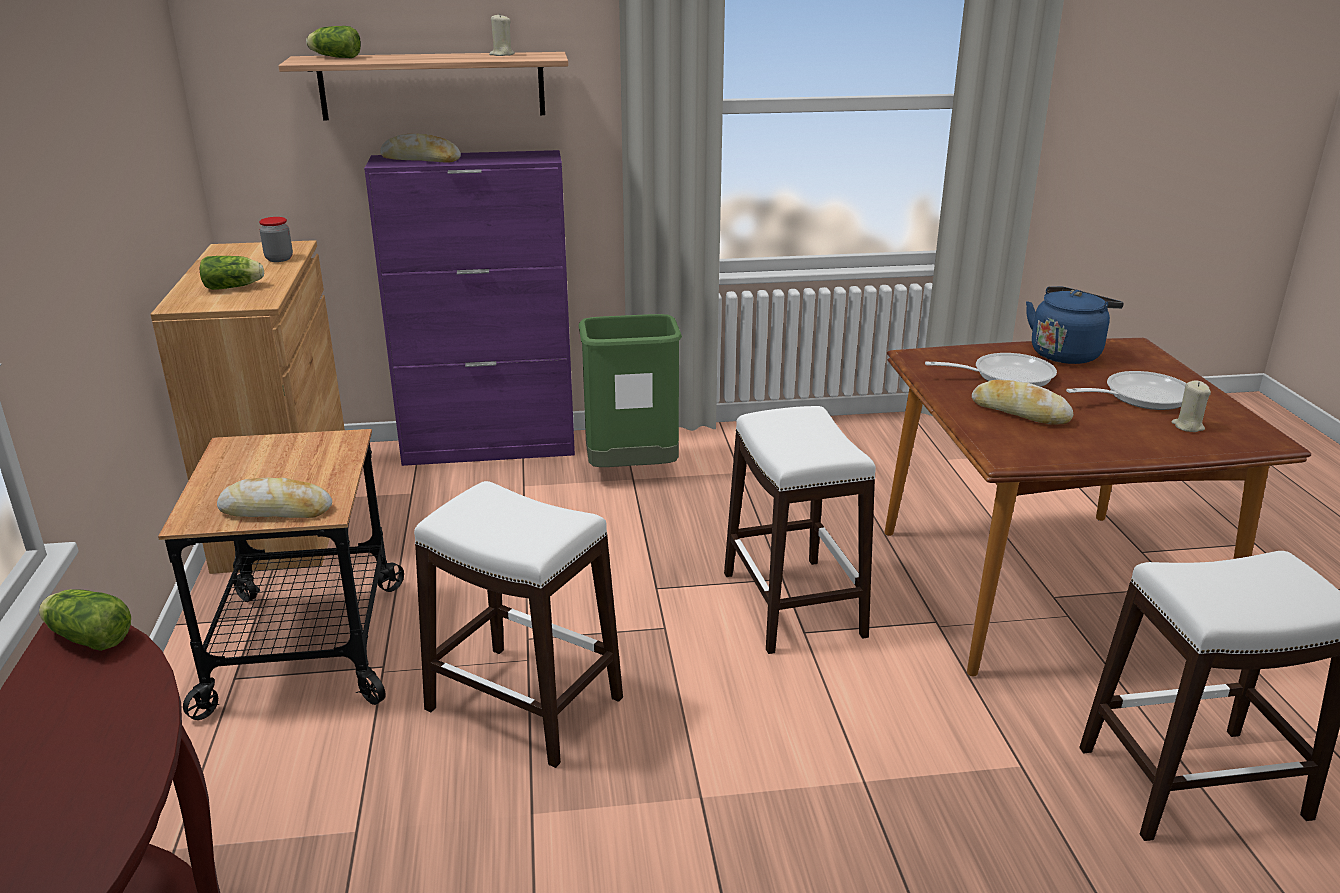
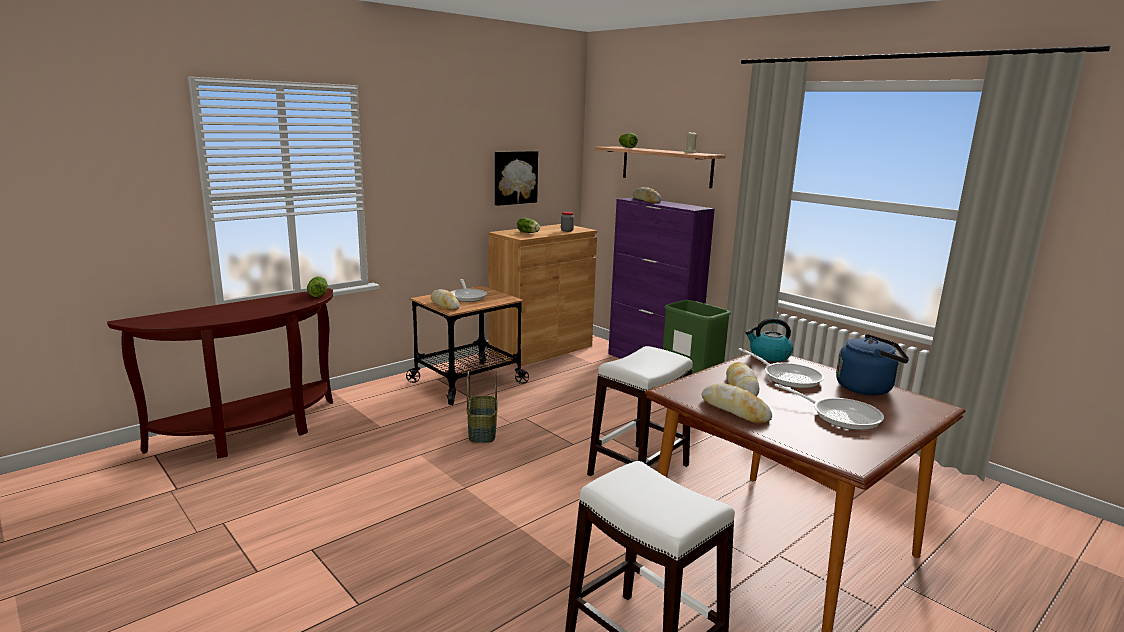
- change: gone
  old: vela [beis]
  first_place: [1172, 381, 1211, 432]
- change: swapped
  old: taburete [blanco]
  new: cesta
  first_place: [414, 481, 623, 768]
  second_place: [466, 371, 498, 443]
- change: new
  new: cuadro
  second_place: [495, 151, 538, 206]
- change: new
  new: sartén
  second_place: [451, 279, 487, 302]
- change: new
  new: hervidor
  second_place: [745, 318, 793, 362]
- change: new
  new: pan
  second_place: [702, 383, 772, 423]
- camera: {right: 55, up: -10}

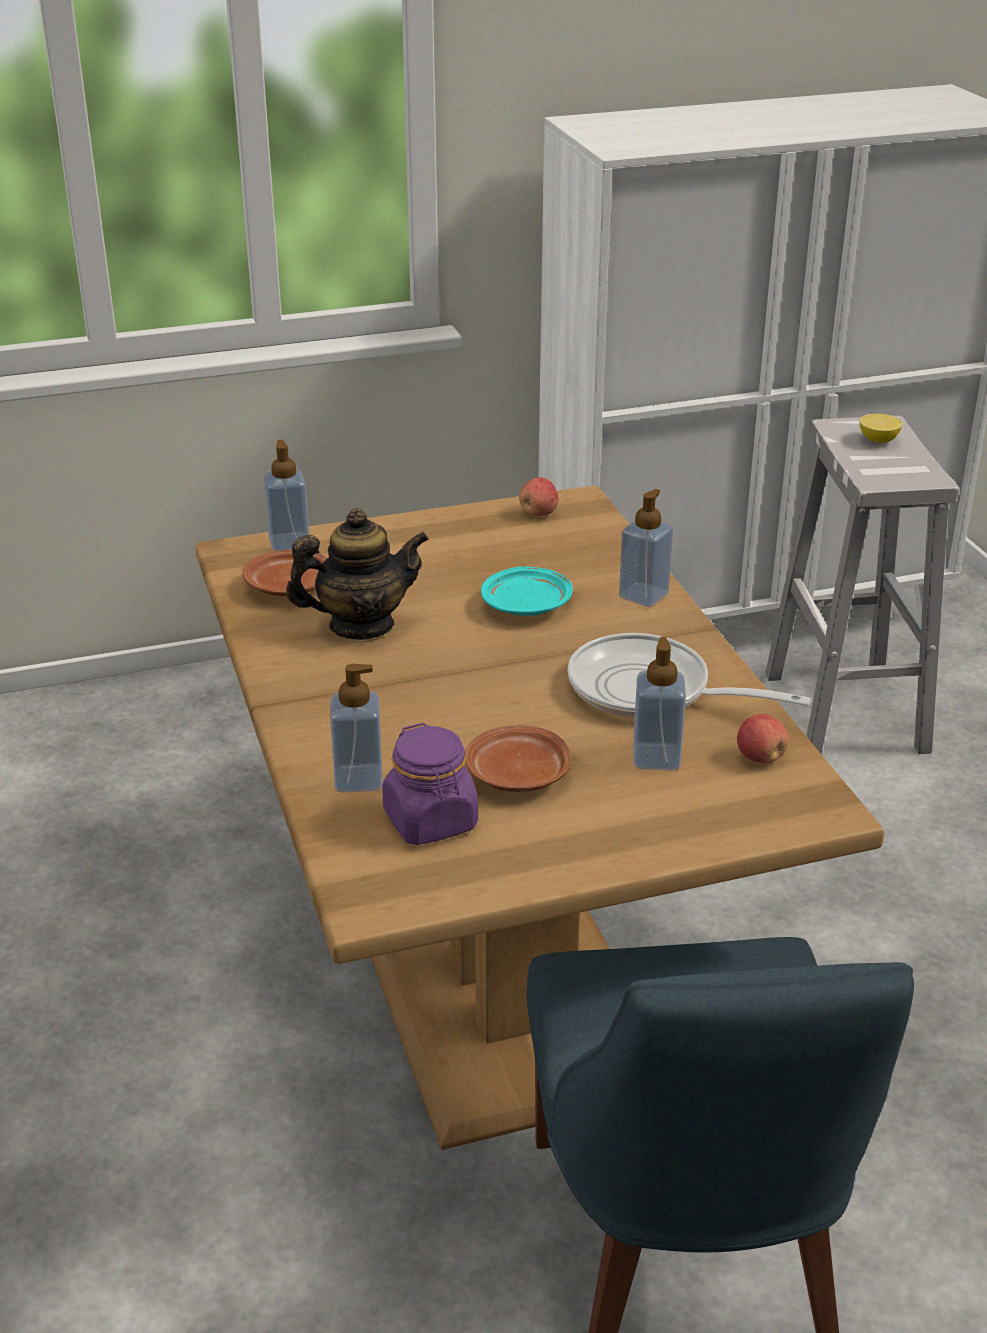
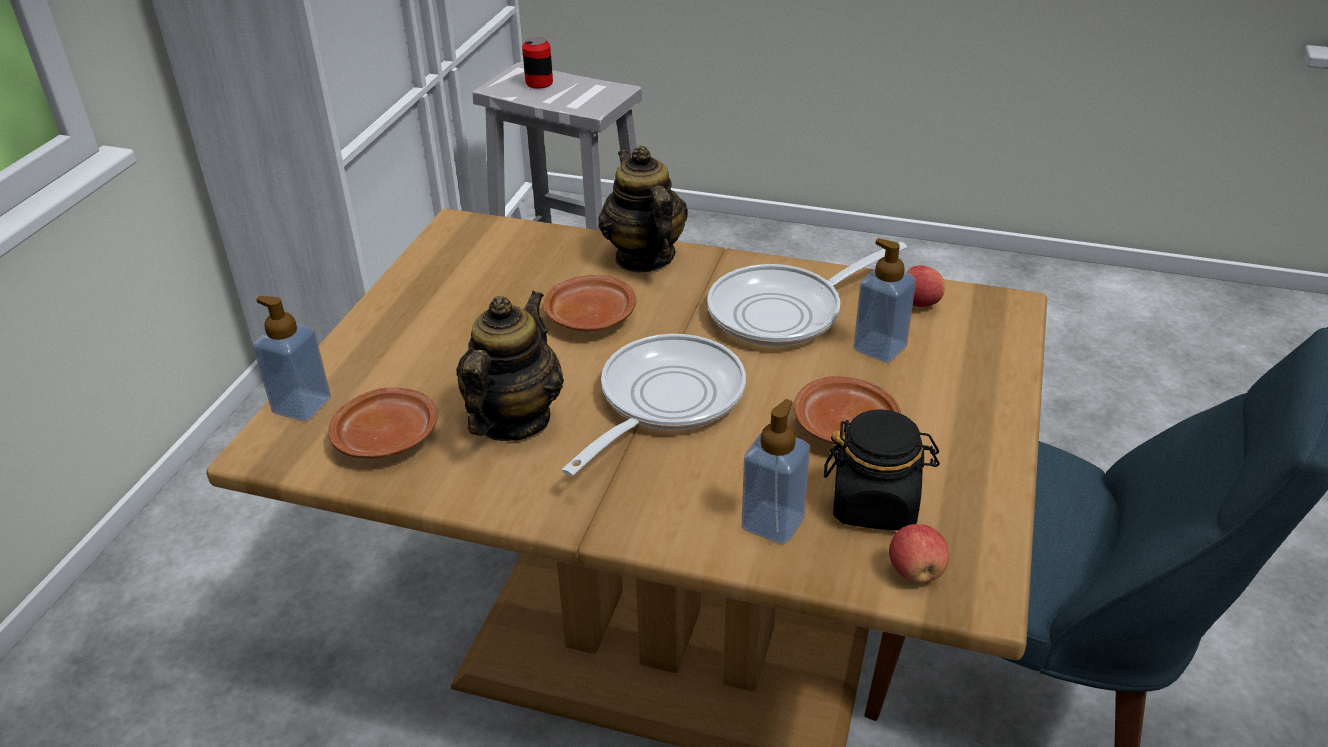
- change: swapped
  old: limón
  new: lata
  first_place: [859, 414, 902, 443]
  second_place: [522, 37, 553, 89]
- change: shifted
  old: manzana
  first_place: [519, 477, 559, 516]
  second_place: [889, 524, 949, 583]
- change: swapped
  old: dispensador de jabón
  new: tetera
  first_place: [619, 489, 673, 607]
  second_place: [599, 146, 688, 272]
- change: repainted
  old: plato [turquesa]
  new: plato [marrón]
  first_place: [481, 566, 573, 616]
  second_place: [544, 275, 636, 331]
- change: repainted
  old: tarro [morado]
  new: tarro [negro]
  first_place: [382, 723, 478, 845]
  second_place: [824, 409, 940, 530]
- change: new
  new: sartén
  second_place: [562, 334, 746, 476]
- camera: {right: -55, up: 5}

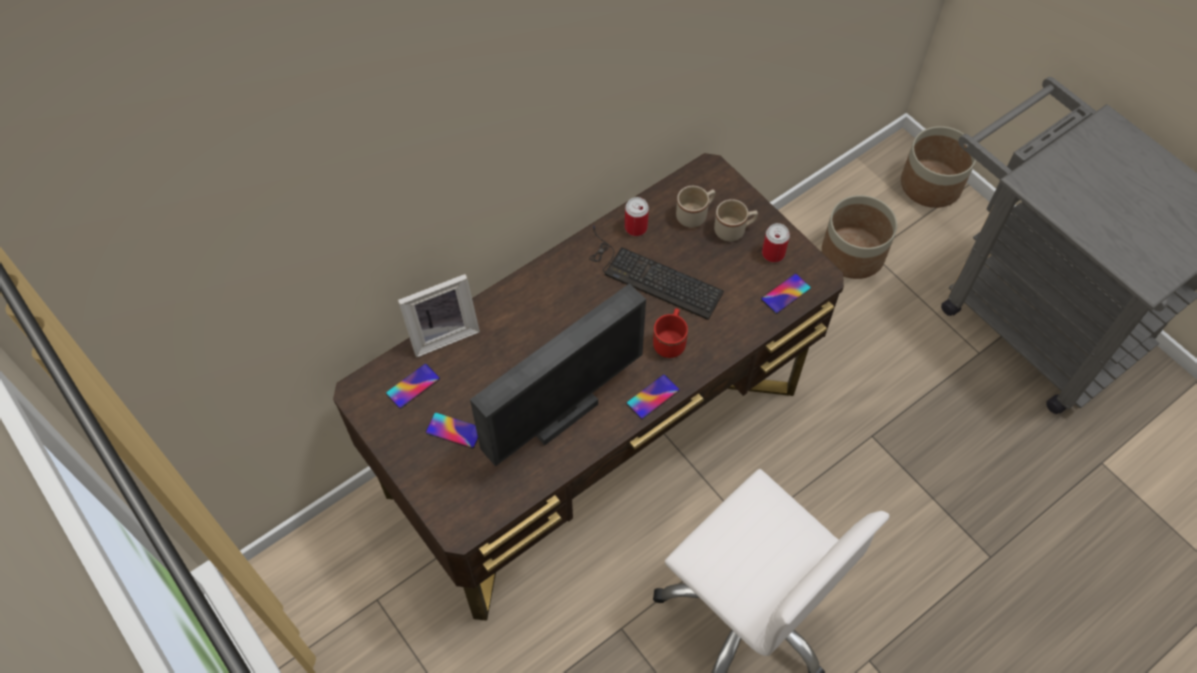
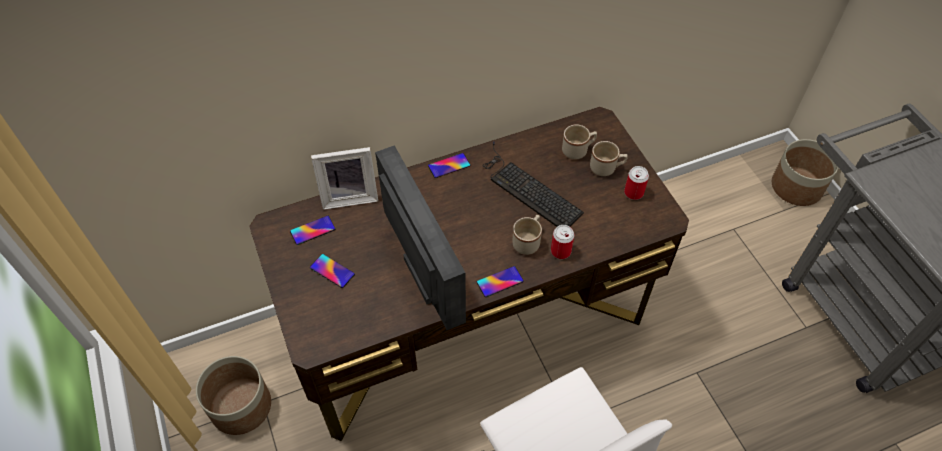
- change: shifted
  old: maceta
  first_place: [822, 195, 897, 279]
  second_place: [196, 356, 271, 435]
- change: shifted
  old: lata
  first_place: [625, 197, 649, 236]
  second_place: [551, 225, 574, 259]
- change: shifted
  old: móvil
  first_place: [761, 273, 811, 314]
  second_place: [428, 153, 470, 178]
- change: rotated
  old: monitor
  first_place: [470, 283, 646, 467]
  second_place: [375, 145, 466, 330]
  degrees: -90
- change: repainted
  old: taza grande [rojo]
  new: taza grande [beis]
  first_place: [653, 308, 688, 358]
  second_place: [513, 215, 542, 255]
- camera: {right: 15, up: -5}

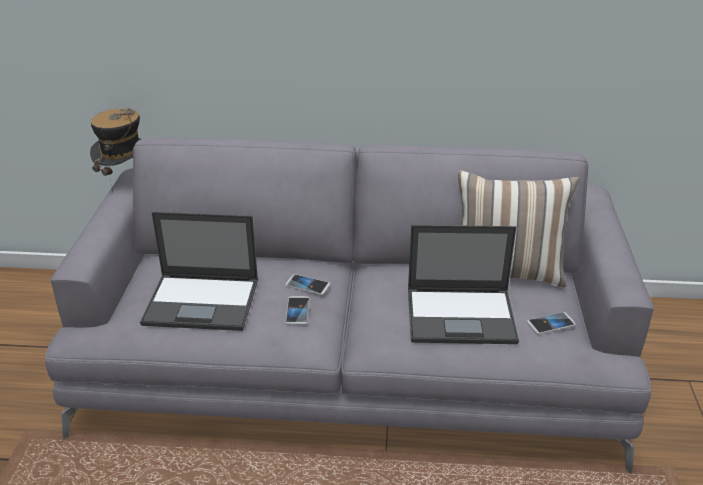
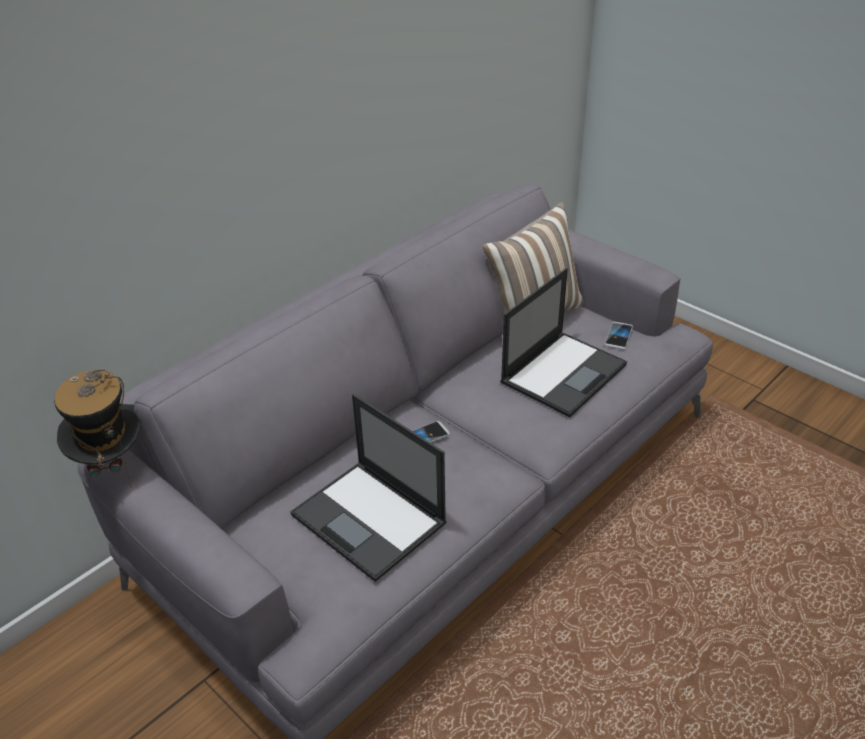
- change: rotated
  old: portátil
  first_place: [140, 212, 258, 331]
  second_place: [290, 394, 447, 582]
  degrees: 90
- change: gone
  old: móvil
  first_place: [285, 296, 309, 325]
- camera: {right: -50, up: 5}

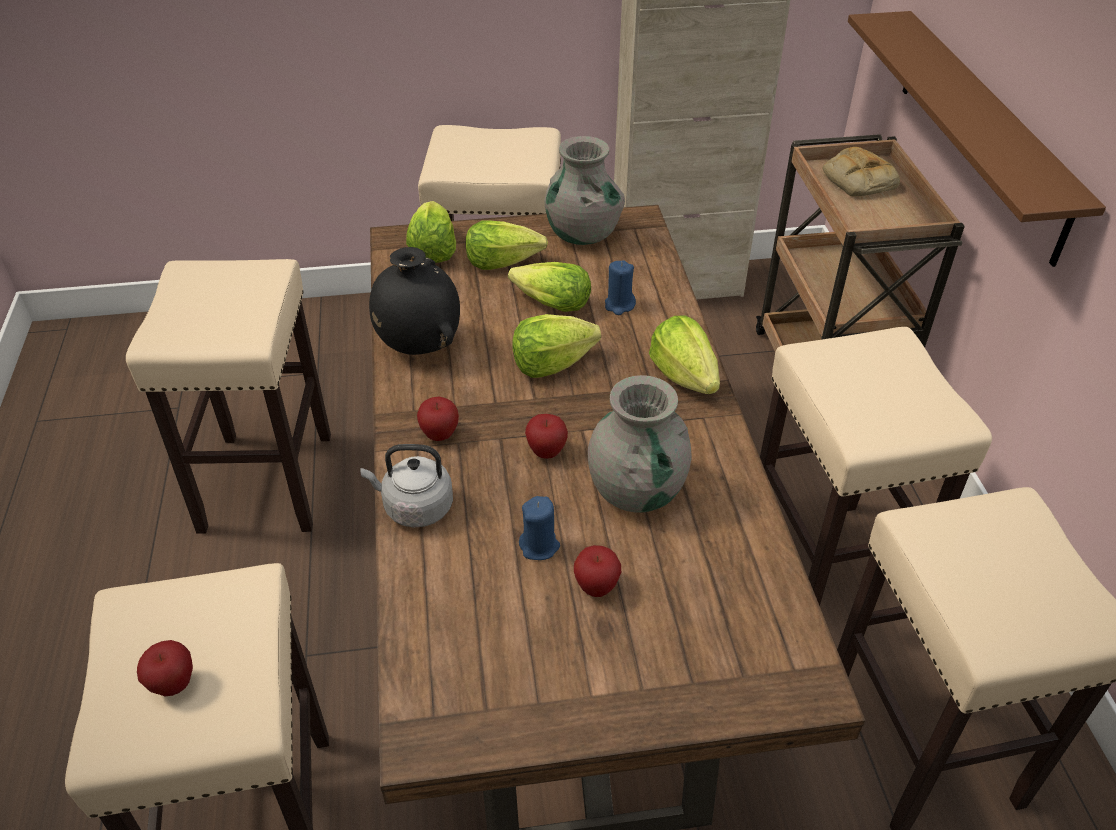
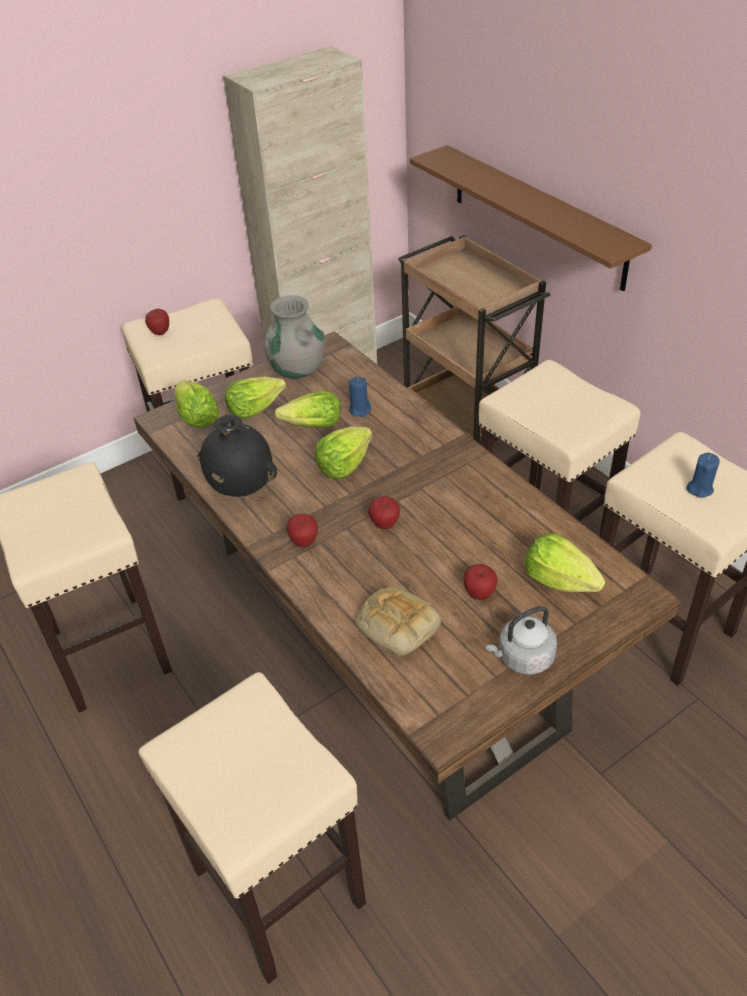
- change: shifted
  old: pan
  first_place: [822, 147, 900, 197]
  second_place: [355, 586, 441, 656]
- change: shifted
  old: lechuga
  first_place: [649, 315, 720, 394]
  second_place: [524, 533, 606, 592]
- change: gone
  old: florero [gris]
  first_place: [588, 375, 692, 513]
- change: shifted
  old: hervidor [gris]
  first_place: [360, 444, 453, 527]
  second_place: [486, 606, 557, 675]
- change: shifted
  old: vela [azul]
  first_place: [519, 496, 560, 560]
  second_place: [687, 452, 720, 498]
- change: shifted
  old: manzana
  first_place: [137, 640, 193, 696]
  second_place: [145, 309, 169, 335]
- camera: {right: -25, up: 0}

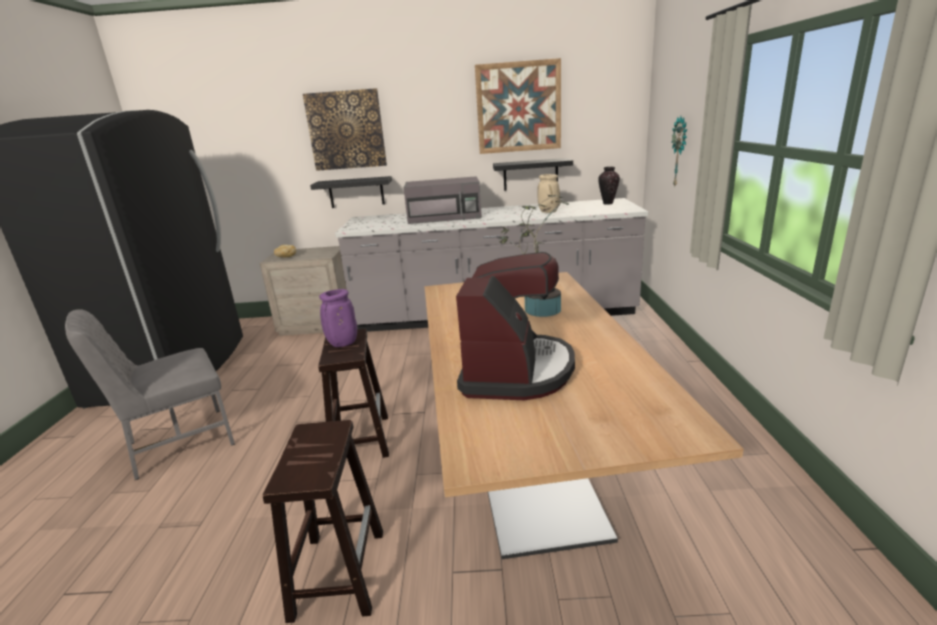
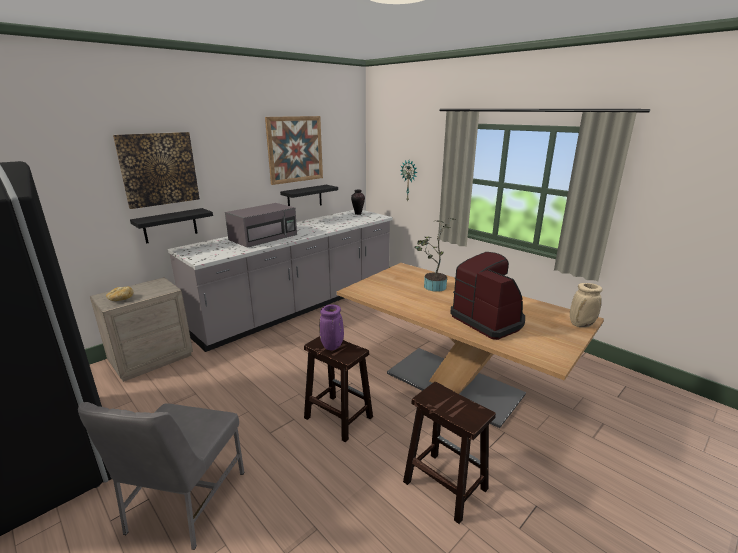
- change: shifted
  old: florero [beis]
  first_place: [537, 174, 560, 213]
  second_place: [570, 283, 603, 328]
- camera: {right: -45, up: 0}

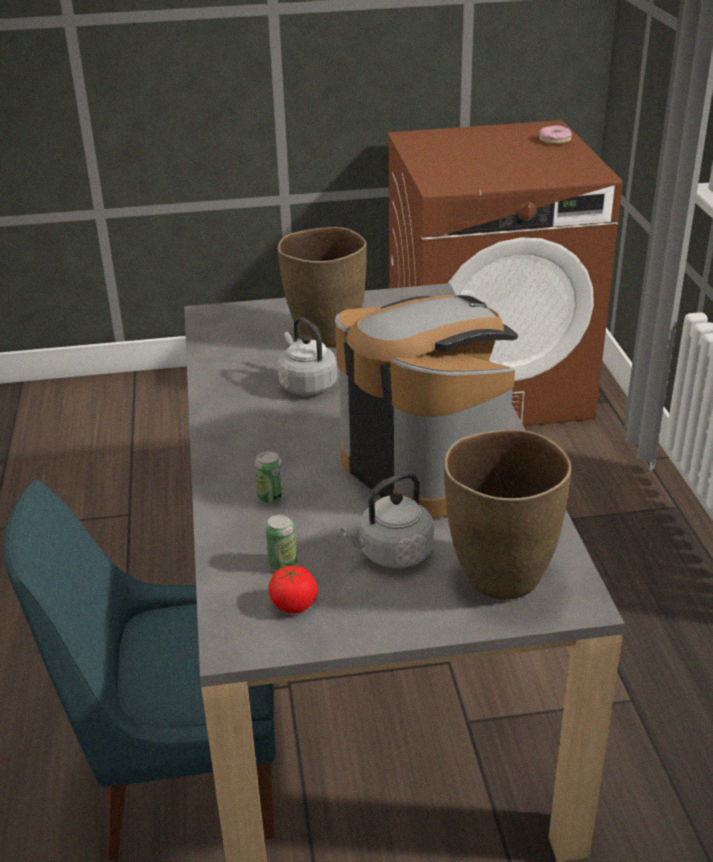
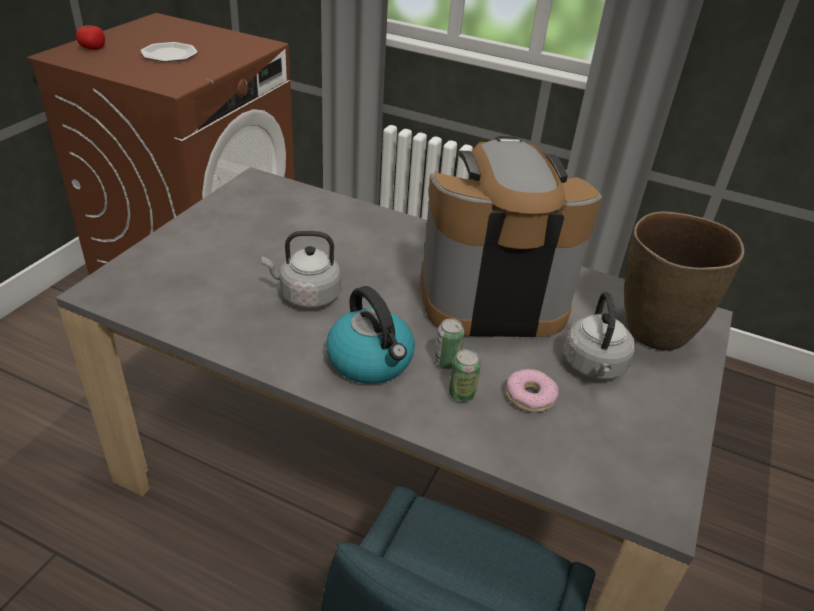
- change: shifted
  old: rosquilla
  first_place: [539, 125, 572, 145]
  second_place: [506, 369, 559, 412]
- change: gone
  old: florero [marrón]
  first_place: [278, 227, 367, 347]
- change: shifted
  old: lata
  first_place: [266, 514, 297, 570]
  second_place: [435, 318, 464, 369]
- change: shifted
  old: tomate
  first_place: [269, 566, 318, 613]
  second_place: [76, 25, 105, 50]
- change: new
  new: plato
  second_place: [140, 42, 198, 62]
- change: new
  new: hervidor
  second_place: [326, 286, 415, 384]
- camera: {right: -60, up: 5}

